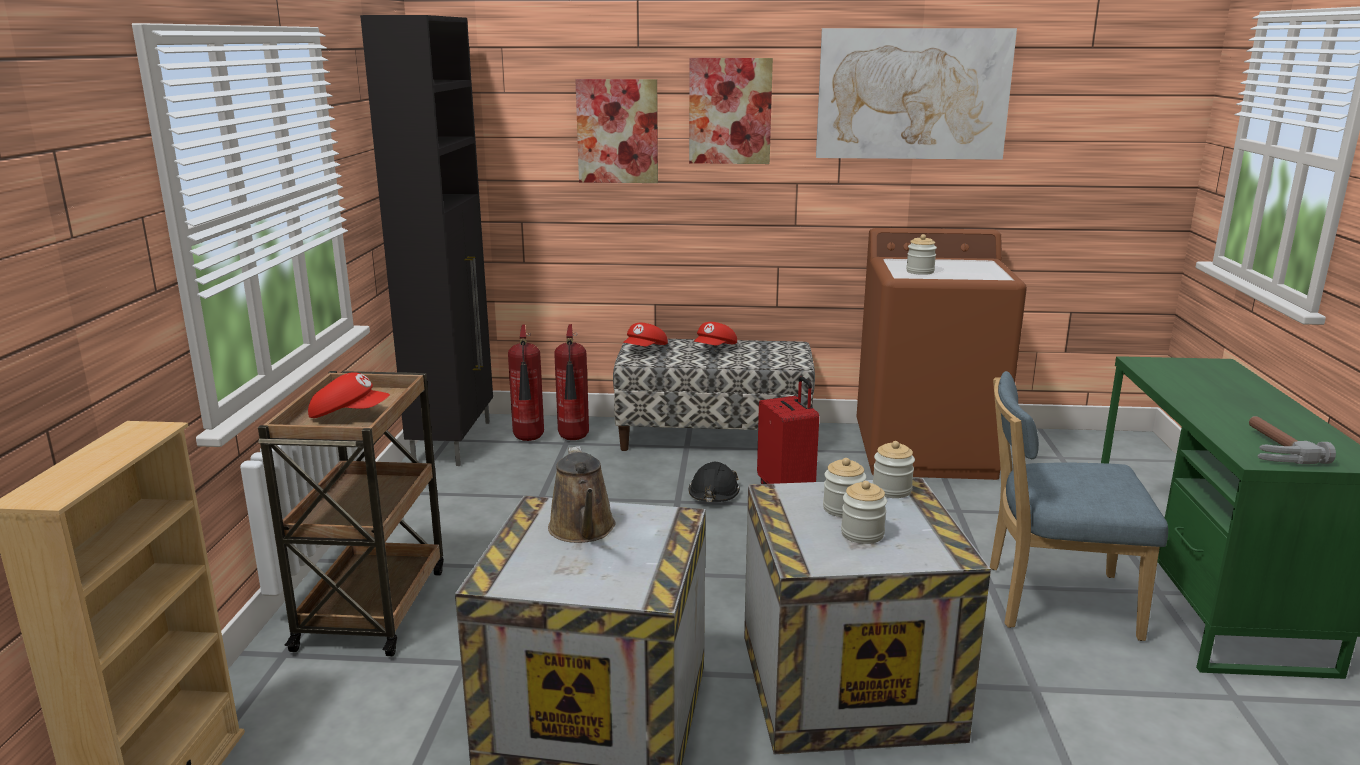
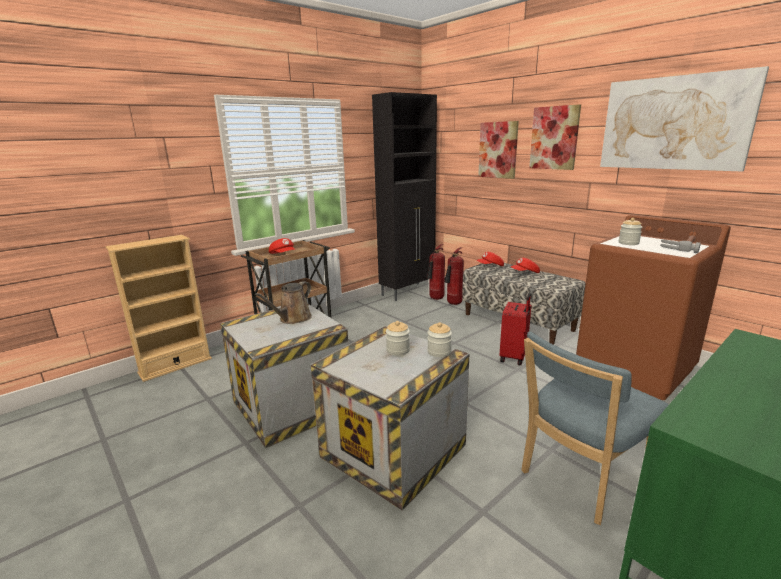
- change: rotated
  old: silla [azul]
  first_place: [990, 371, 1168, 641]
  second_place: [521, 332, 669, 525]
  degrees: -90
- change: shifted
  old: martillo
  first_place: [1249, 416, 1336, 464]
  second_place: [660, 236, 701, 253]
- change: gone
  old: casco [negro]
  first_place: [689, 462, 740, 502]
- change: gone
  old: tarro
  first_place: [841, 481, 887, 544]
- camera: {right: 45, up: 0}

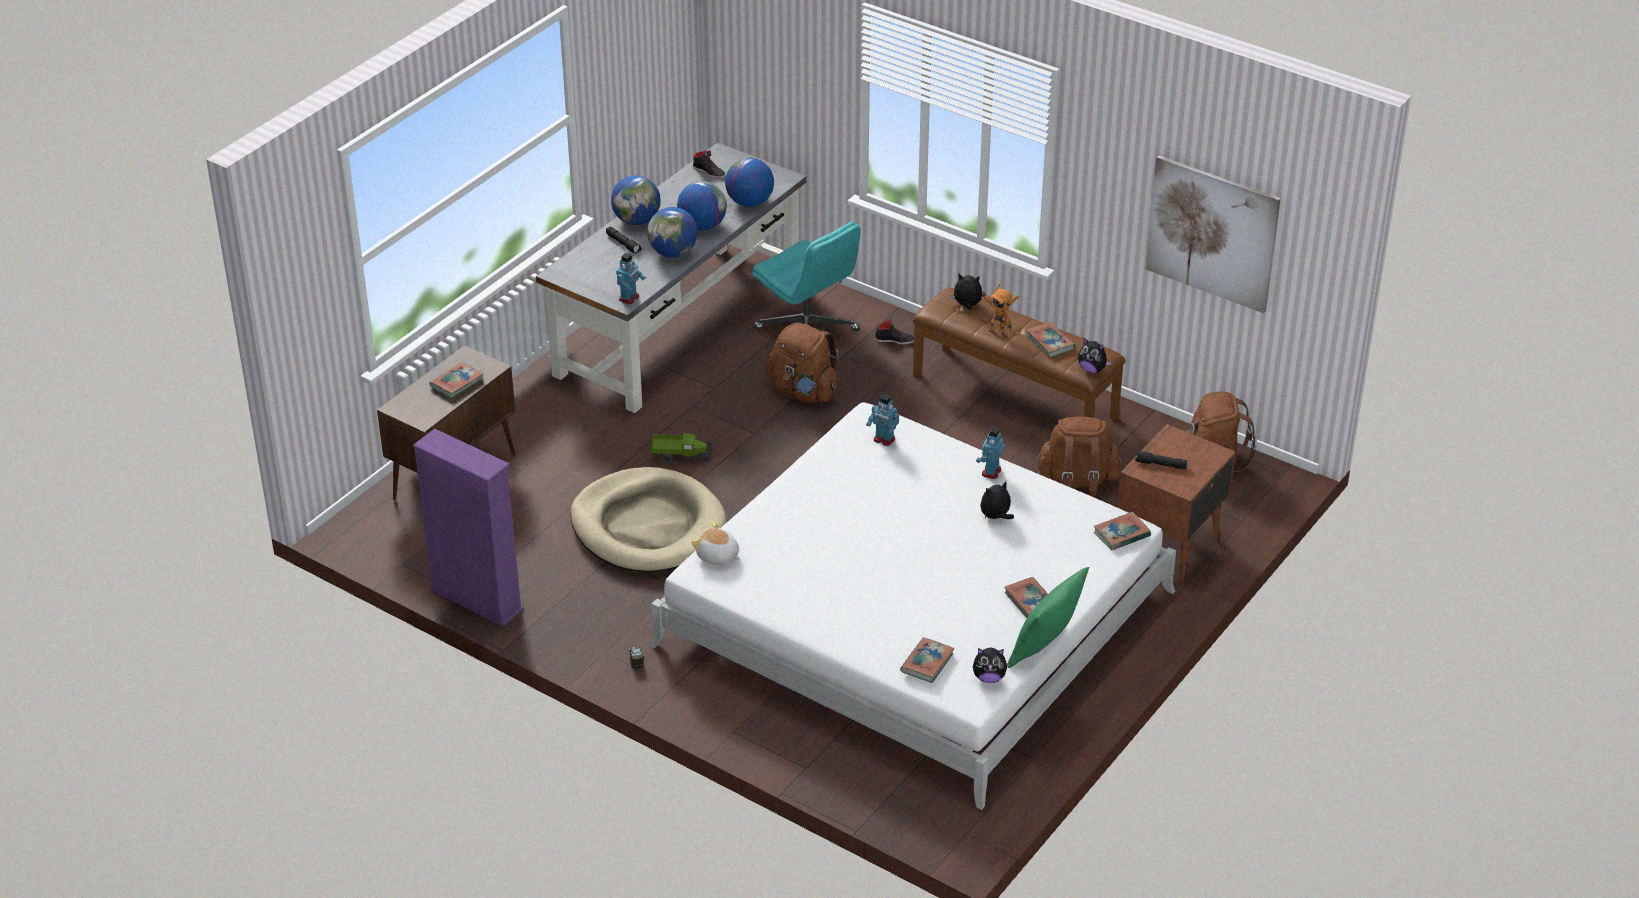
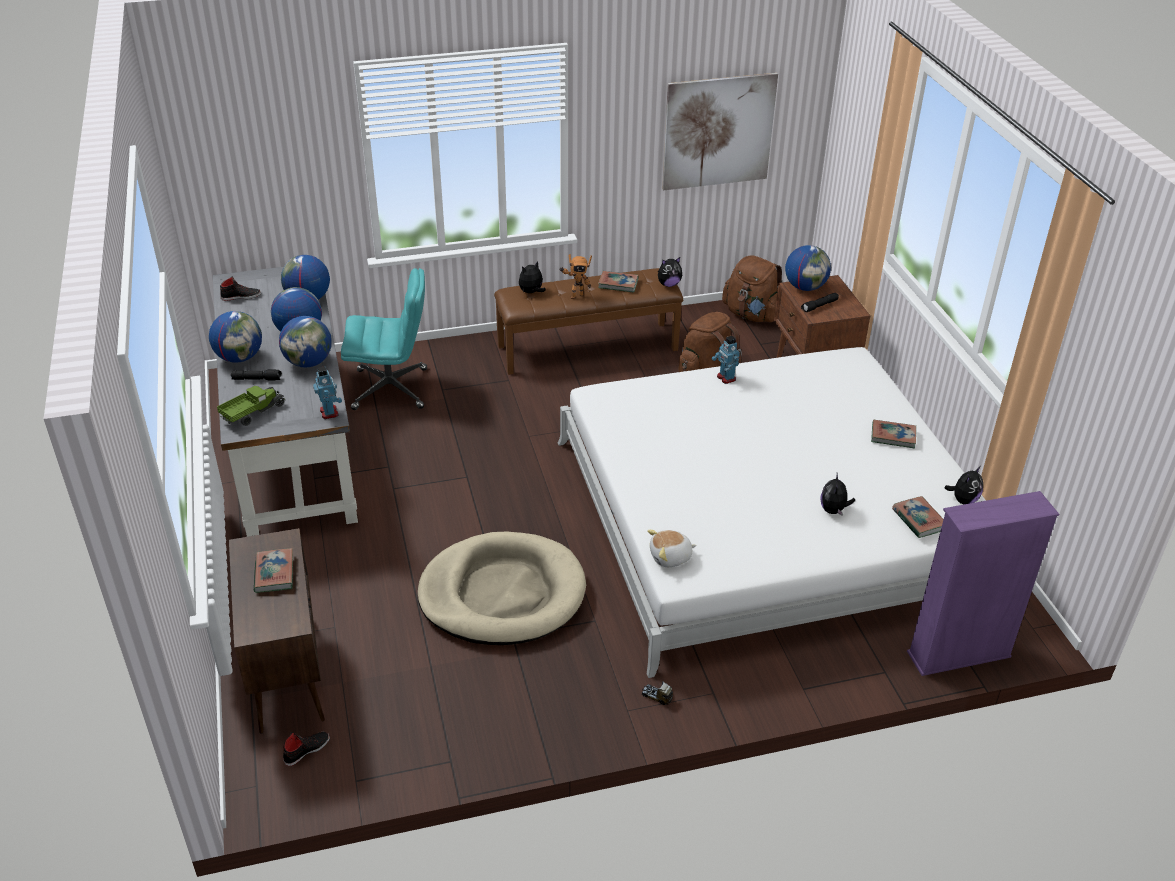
- change: shifted
  old: zapato [negro]
  first_place: [875, 319, 914, 345]
  second_place: [283, 732, 330, 766]
- change: gone
  old: mochila [marrón]
  first_place: [766, 323, 838, 402]
- change: gone
  old: robot de juguete
  first_place: [866, 394, 899, 446]
- change: shifted
  old: estantería [morado]
  first_place: [413, 429, 524, 626]
  second_place: [907, 491, 1059, 676]
- change: shifted
  old: camión de juguete
  first_place: [651, 433, 712, 463]
  second_place: [217, 386, 285, 426]
- change: shifted
  old: peluche
  first_place: [980, 481, 1014, 520]
  second_place: [820, 474, 855, 516]
- change: gone
  old: libro
  first_place: [1094, 512, 1151, 551]
- change: gone
  old: cojín [verde]
  first_place: [1008, 567, 1089, 668]
- change: new
  new: globo terráqueo
  second_place: [785, 245, 831, 291]
- camera: {right: -50, up: 0}

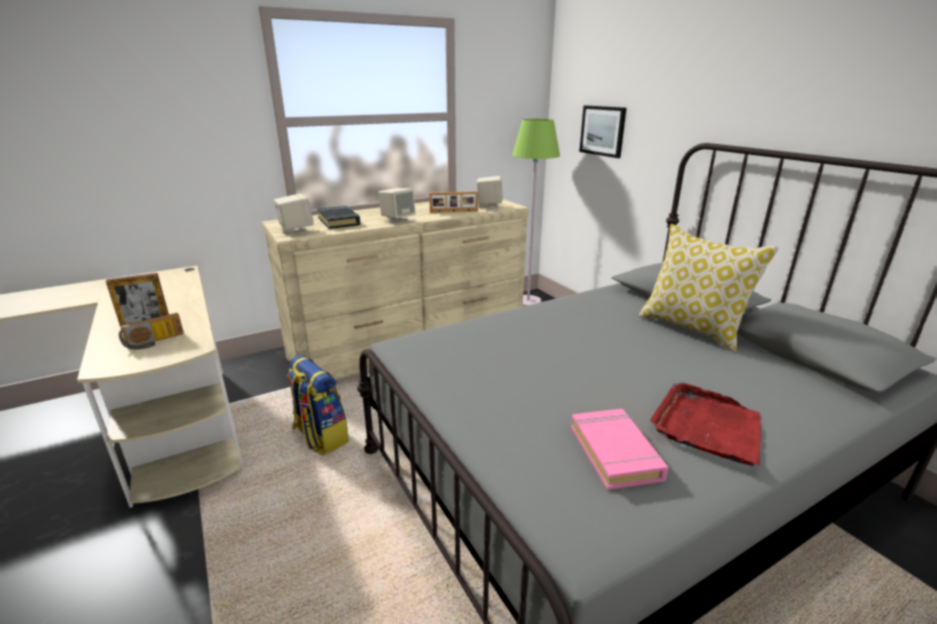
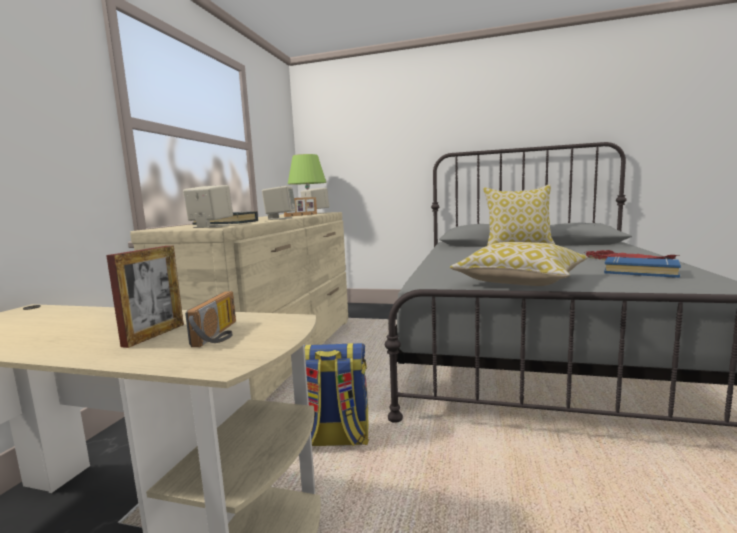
- change: gone
  old: cuadro
  first_place: [579, 106, 627, 158]
- change: repainted
  old: libro [rosa]
  new: libro [azul]
  first_place: [571, 409, 668, 490]
  second_place: [604, 257, 681, 278]
- change: new
  new: cojín
  second_place: [450, 242, 588, 286]
- camera: {right: -45, up: -15}

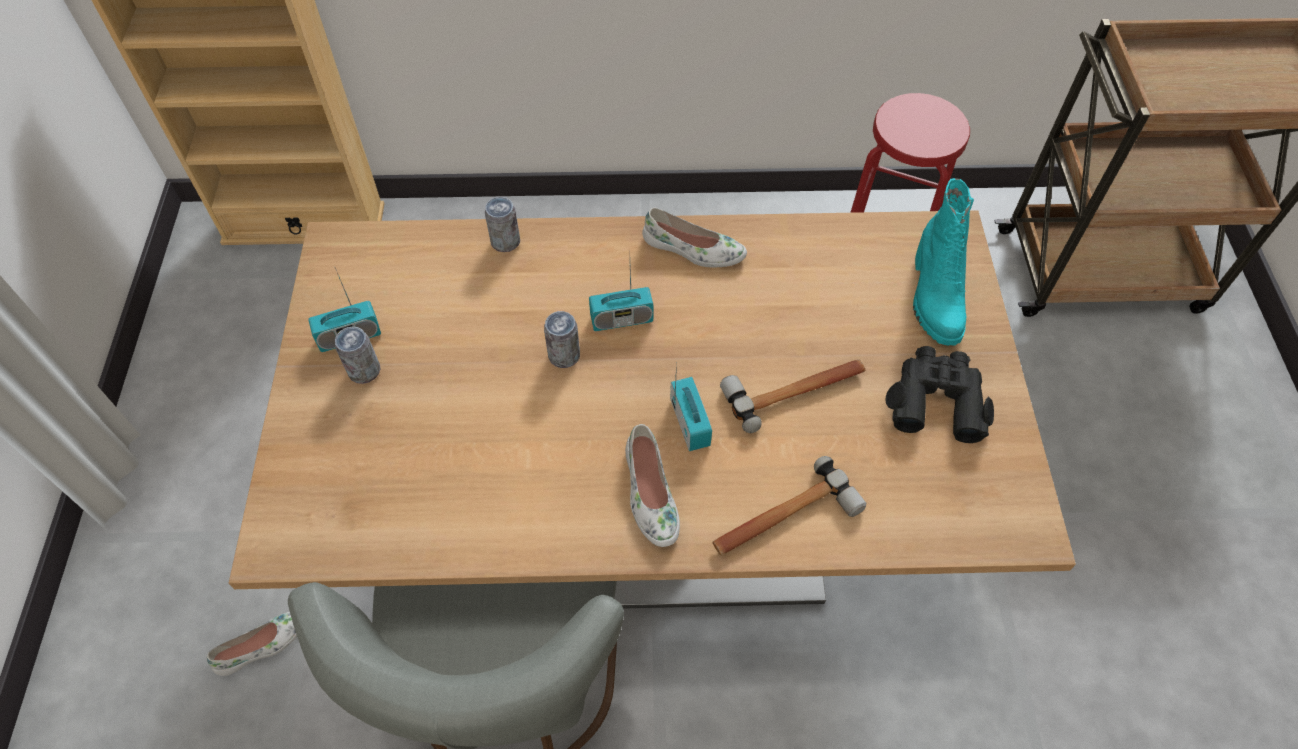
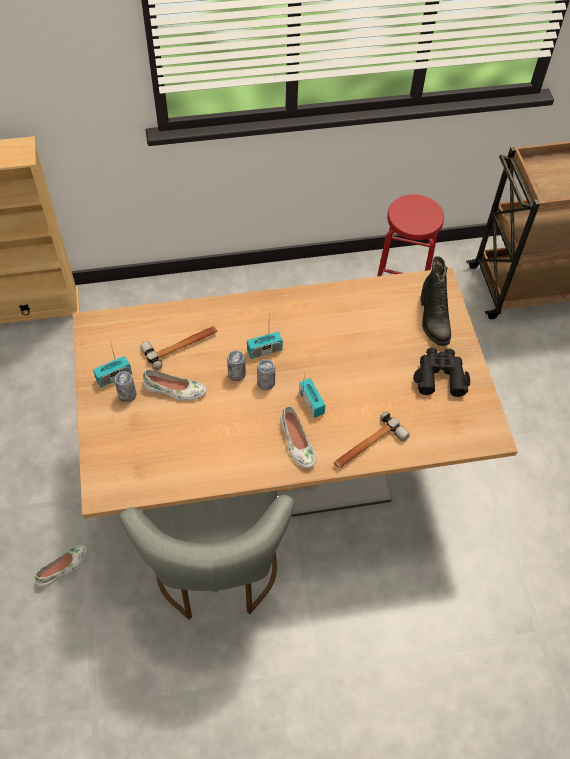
- change: repainted
  old: bota [turquesa]
  new: bota [negro]
  first_place: [913, 178, 974, 346]
  second_place: [421, 256, 451, 346]
- change: shifted
  old: lata
  first_place: [485, 197, 520, 252]
  second_place: [257, 359, 275, 390]
- change: shifted
  old: zapato [blanco]
  first_place: [642, 208, 747, 267]
  second_place: [143, 369, 207, 401]
- change: shifted
  old: martillo
  first_place: [720, 359, 866, 433]
  second_place: [140, 326, 217, 370]
- camera: {right: -10, up: 0}

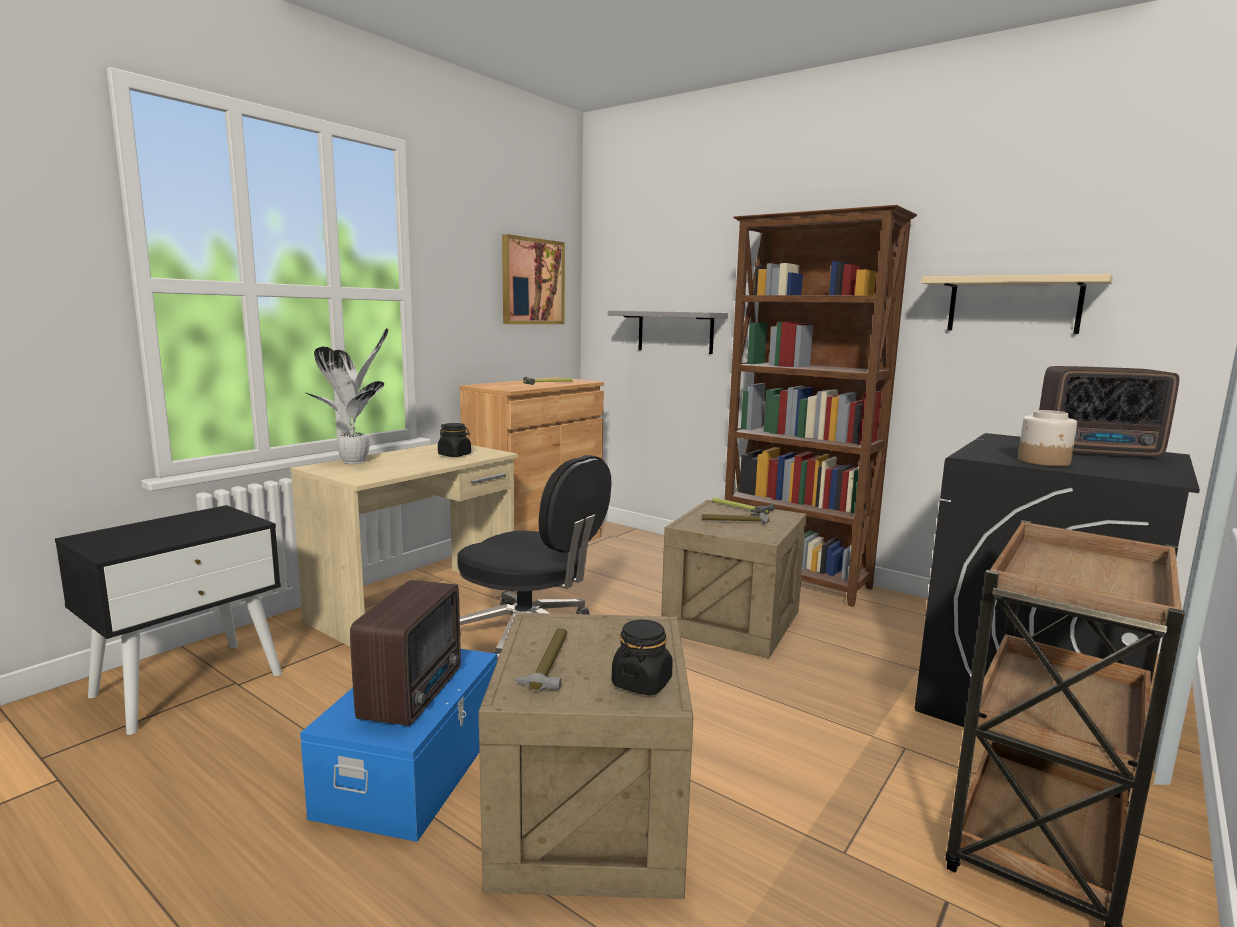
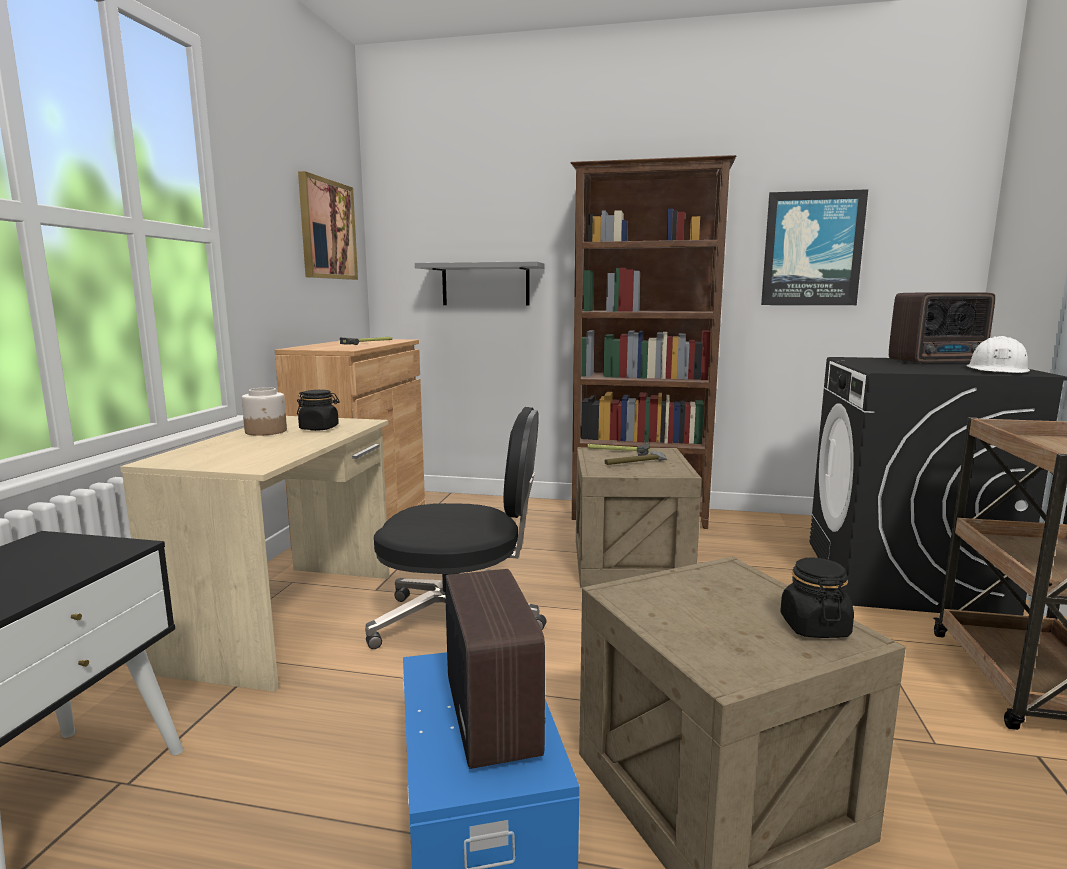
- change: swapped
  old: estante [beis]
  new: cuadro
  first_place: [921, 274, 1113, 334]
  second_place: [761, 189, 868, 305]
- change: gone
  old: planta en maceta
  first_place: [306, 328, 388, 464]
- change: shifted
  old: tarro
  first_place: [1018, 410, 1077, 466]
  second_place: [242, 387, 287, 436]
- change: gone
  old: martillo
  first_place: [514, 628, 567, 691]
- change: new
  new: casco [blanco]
  second_place: [967, 336, 1030, 373]
- camera: {right: -25, up: 0}

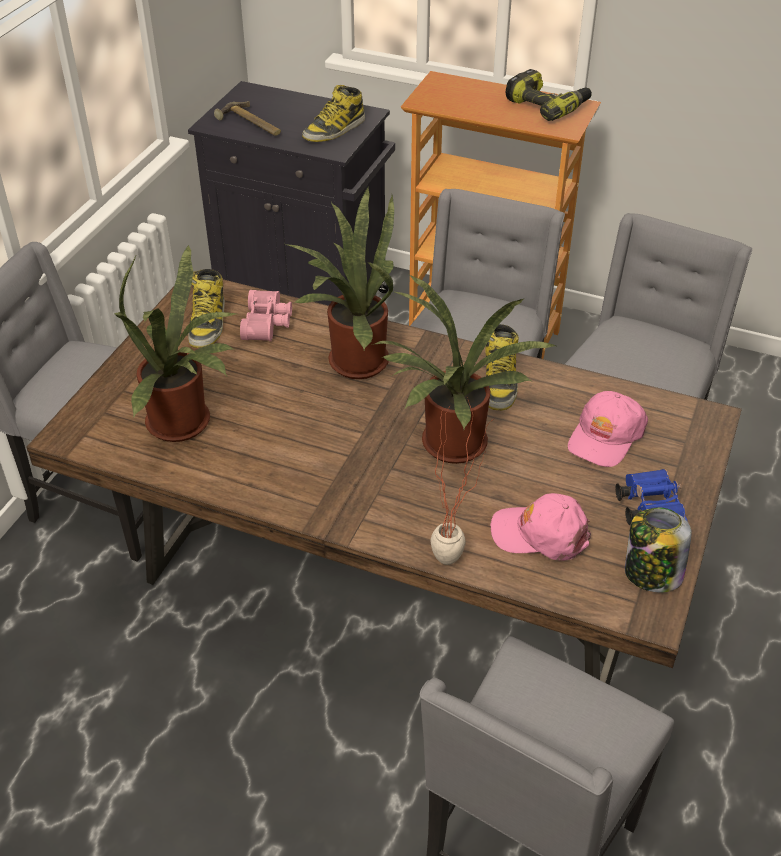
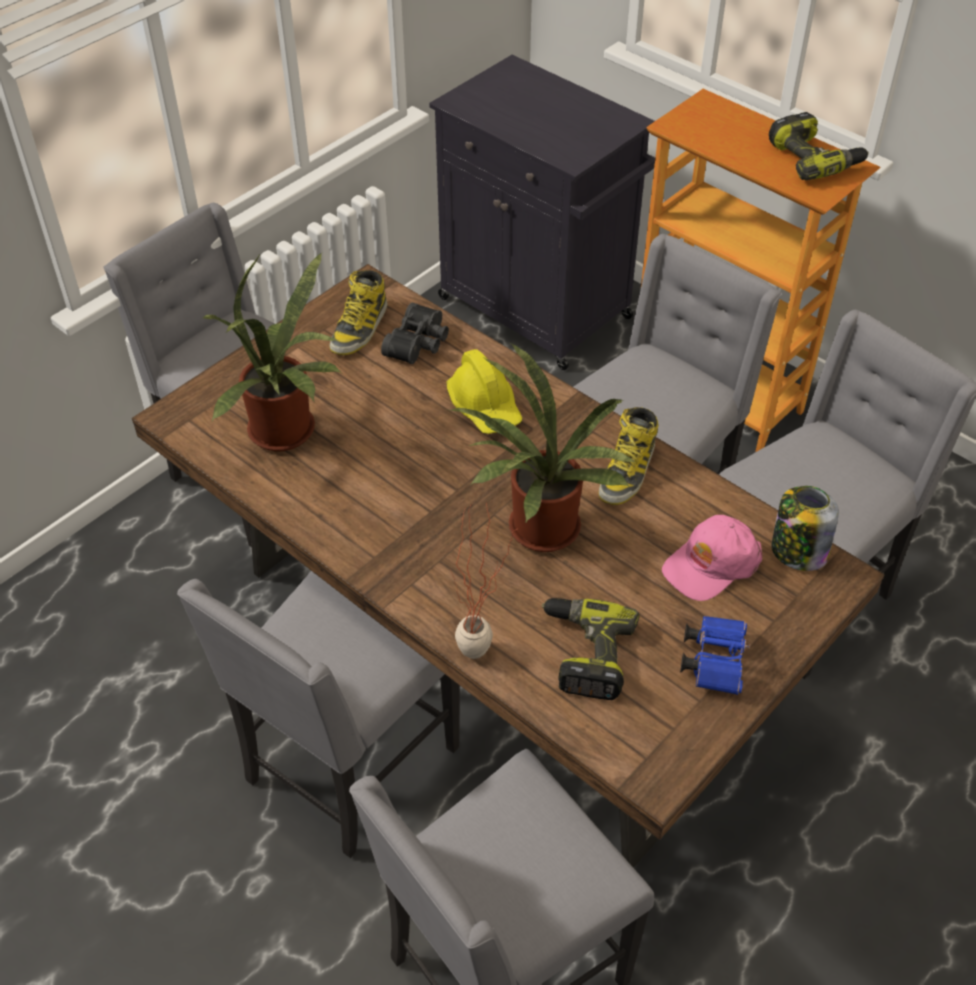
- change: gone
  old: bota
  first_place: [302, 85, 365, 142]
- change: gone
  old: martillo
  first_place: [214, 101, 281, 136]
- change: swapped
  old: planta en maceta
  new: casco [amarillo]
  first_place: [286, 186, 394, 379]
  second_place: [447, 349, 523, 434]
- change: repainted
  old: prismáticos [rosa]
  new: prismáticos [negro]
  first_place: [240, 290, 292, 341]
  second_place: [381, 303, 449, 364]
- change: swapped
  old: gorra [rosa]
  new: taladro
  first_place: [490, 493, 591, 561]
  second_place: [542, 598, 639, 700]
- change: shifted
  old: tarro
  first_place: [625, 507, 691, 592]
  second_place: [771, 486, 839, 571]
- change: new
  new: silla [gris]
  second_place: [177, 571, 460, 858]
- camera: {right: 20, up: 5}

